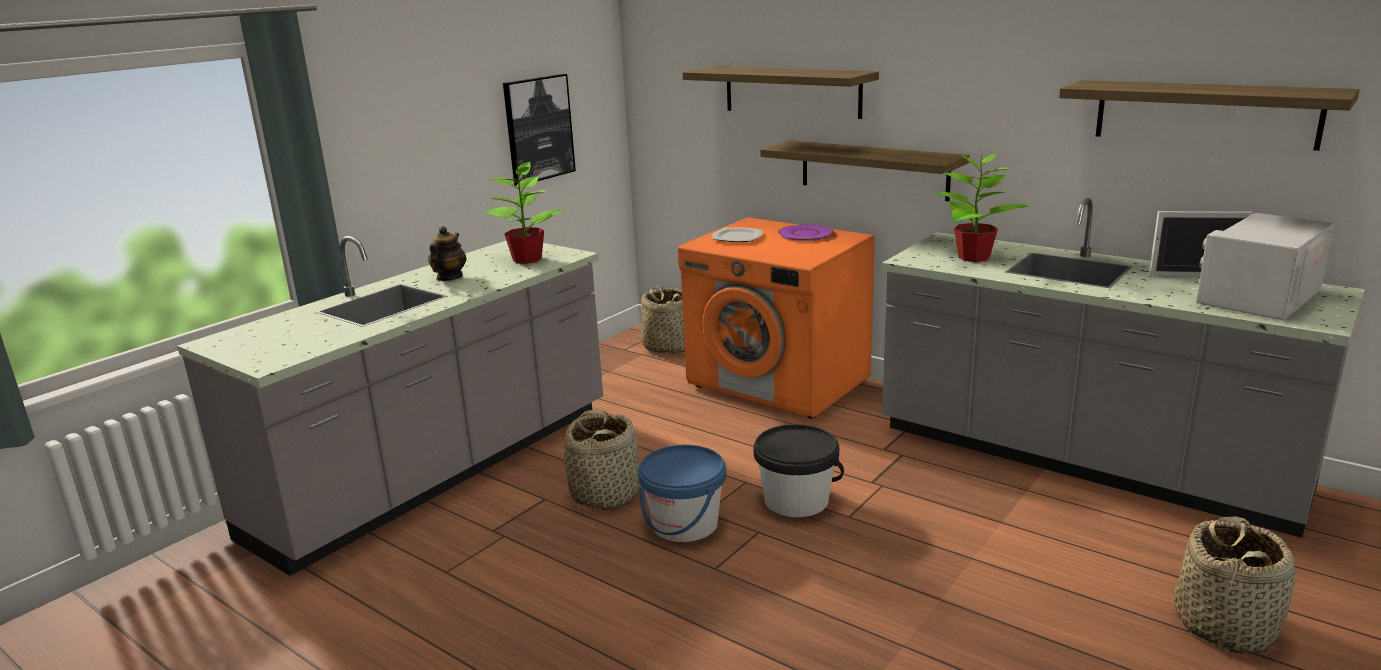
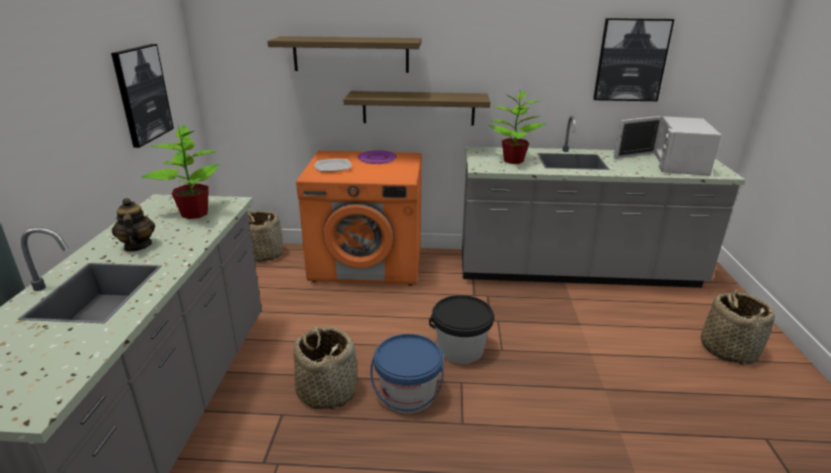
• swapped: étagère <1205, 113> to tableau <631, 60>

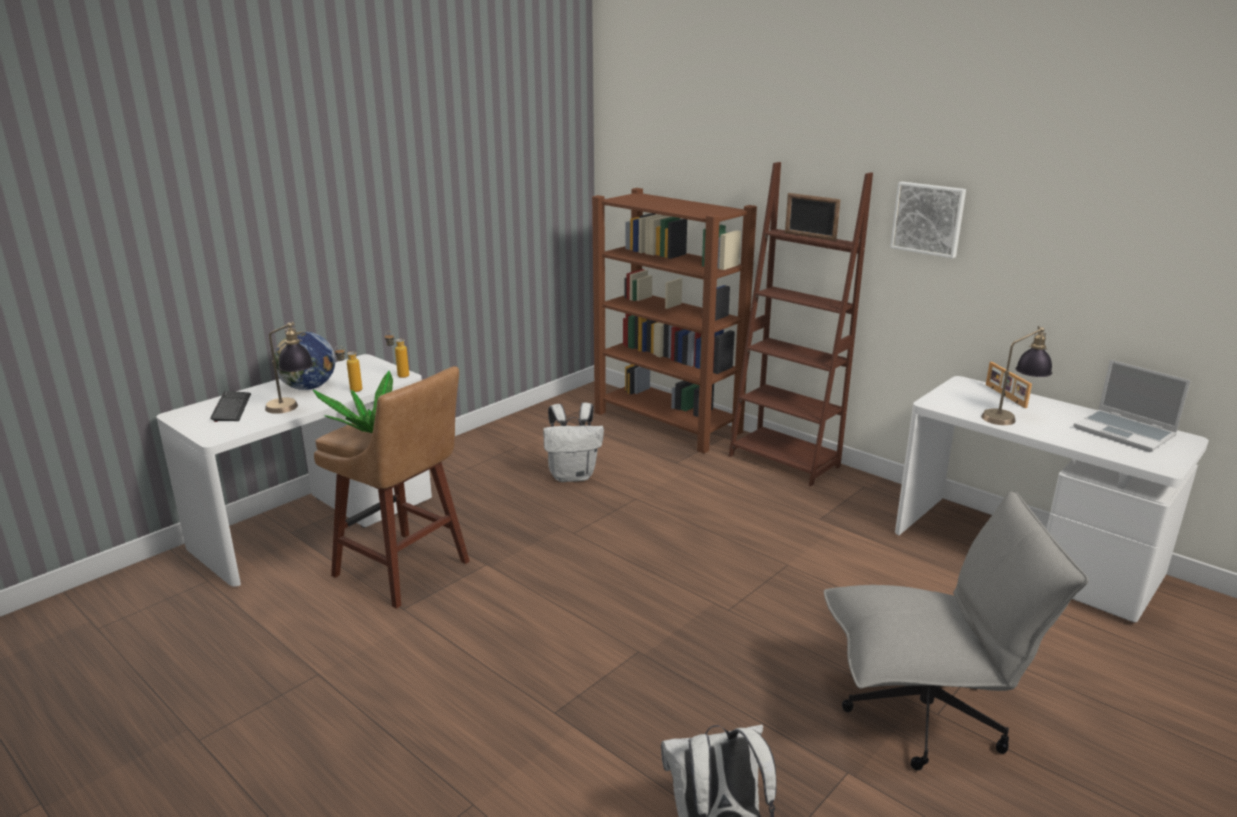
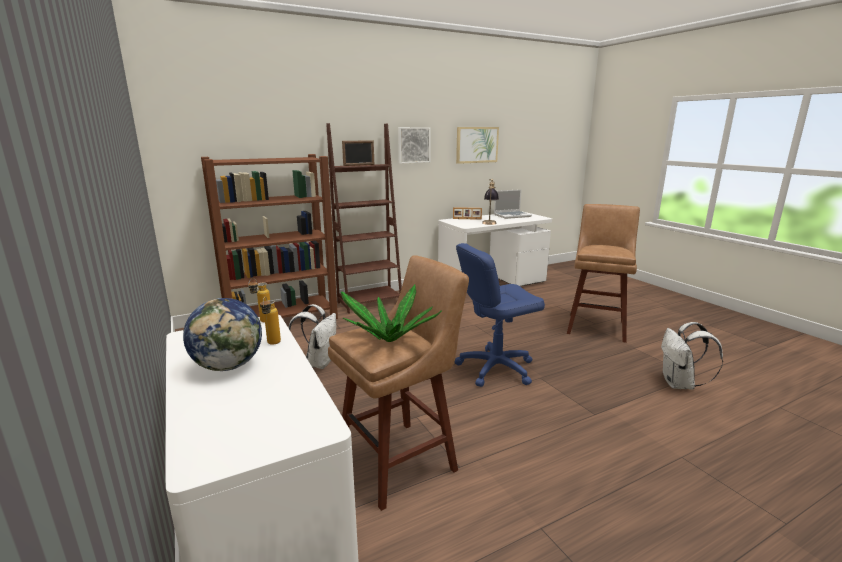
• new: chaise de bureau [bleu] <495, 368>
• new: tableau <477, 145>
• swapped: chaise de bureau [gris] <921, 714> to tabouret [marron] <596, 326>
• gone: clavier <231, 408>
• gone: lampe de table <292, 409>

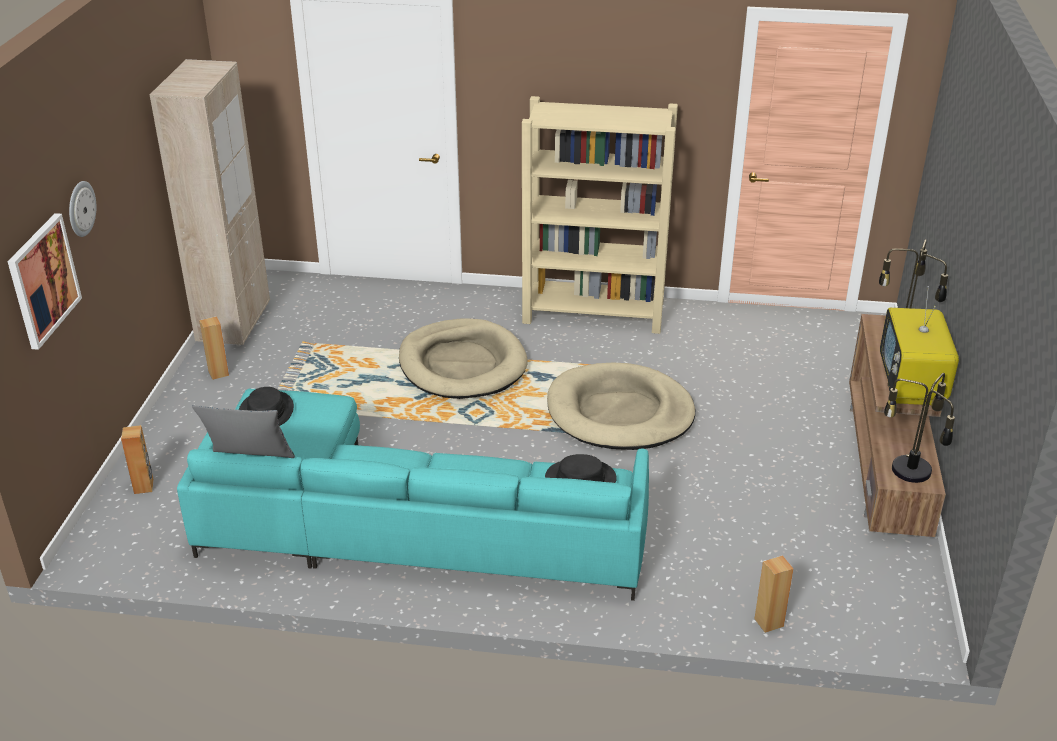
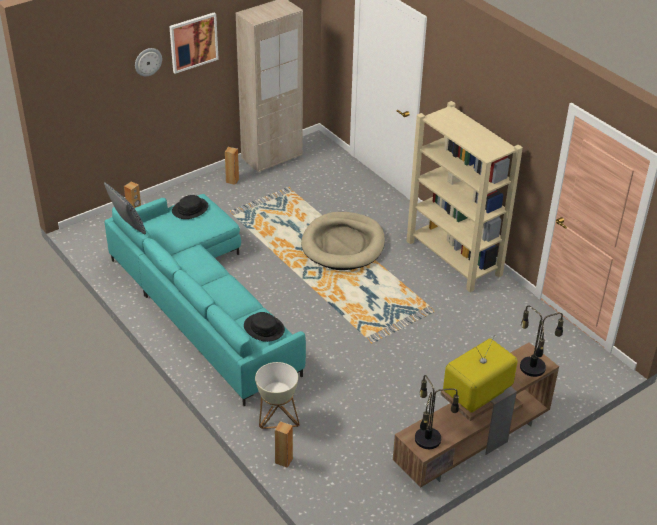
• shifted: tableau <43, 280> to <193, 42>
• new: cache-pot <277, 419>
• gone: panier pour chien [beige] <619, 413>

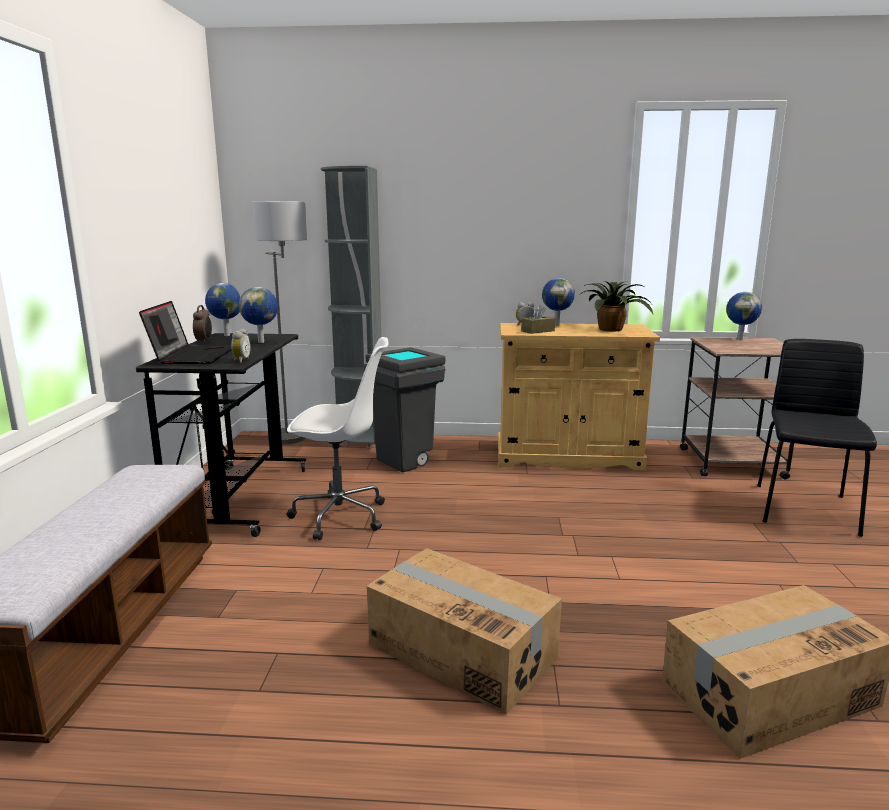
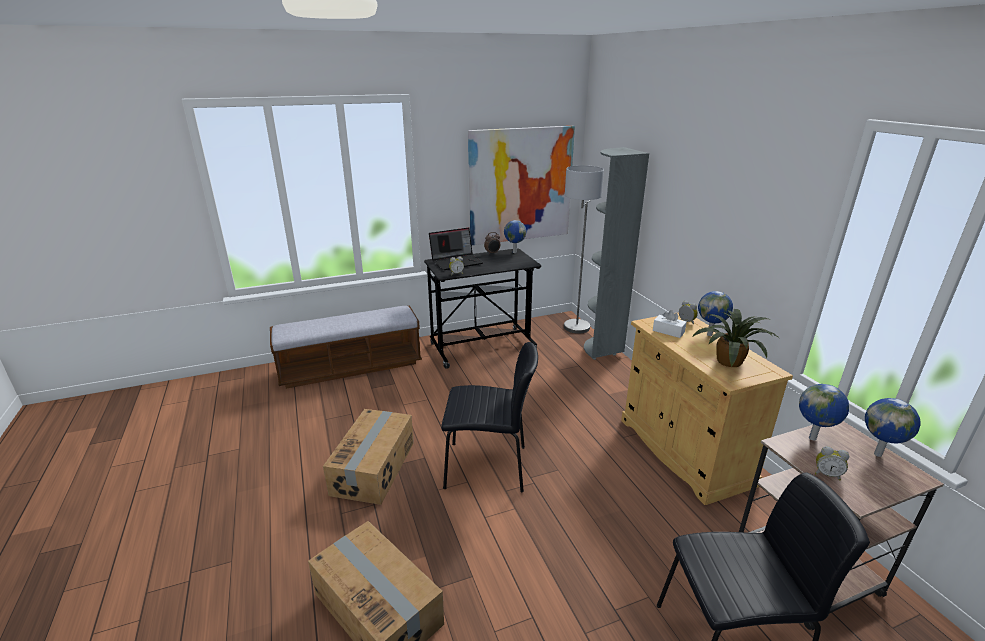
• new: chaise [noir] <489, 467>
• new: tableau <520, 185>
• repainted: boîte à mouchoirs [marron] <537, 331> to boîte à mouchoirs [blanc] <668, 331>
• shifted: globe <262, 342> to <813, 438>
• new: réveil <826, 474>
• gone: chaise de bureau [blanc] <342, 516>
• gone: poubelle [gris] <408, 461>

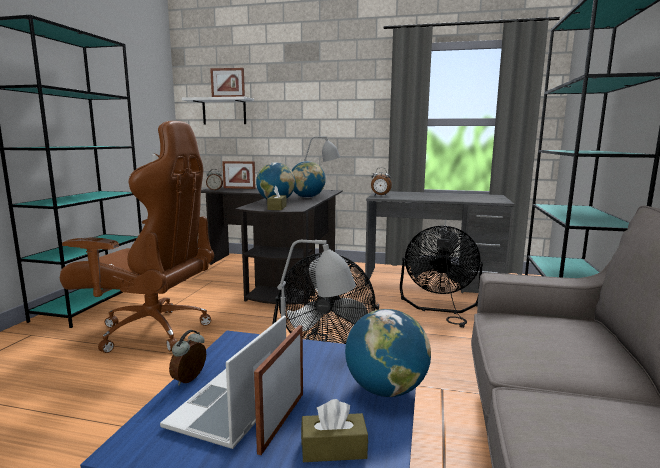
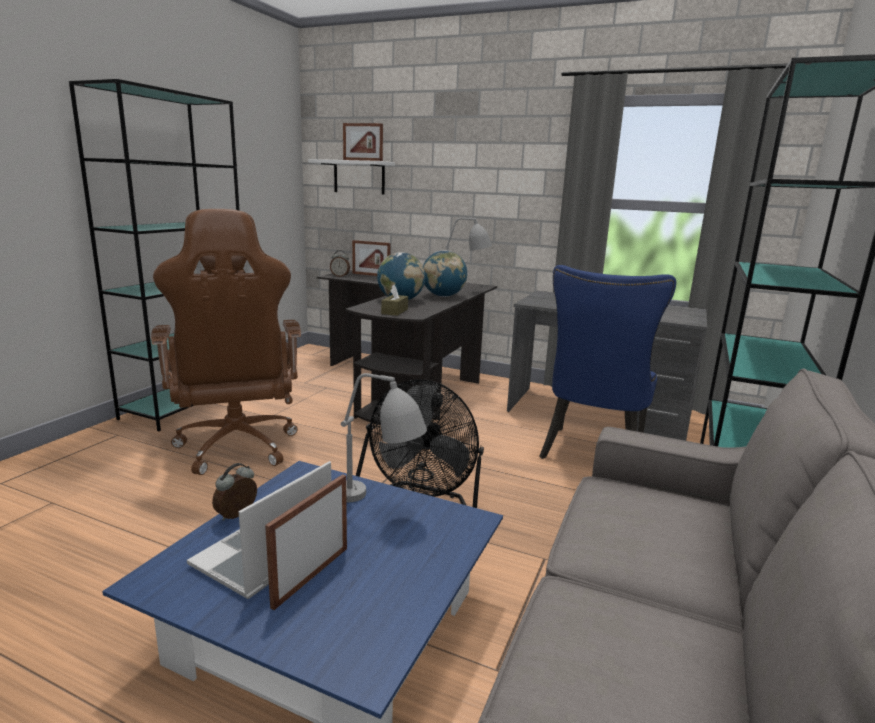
• rotated: chaise de bureau [marron] <148, 331> = <236, 444> 45 degrees clockwise
• swapped: ventilateur [noir] <442, 308> to chaise [bleu] <592, 453>
• gone: boîte à mouchoirs [marron] <333, 449>
• gone: globe <385, 390>
• gone: réveil <380, 195>

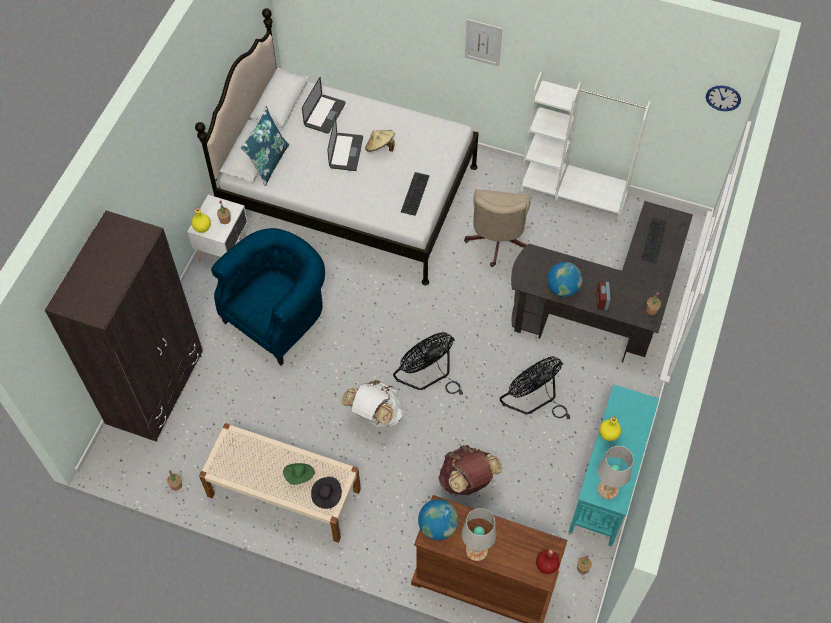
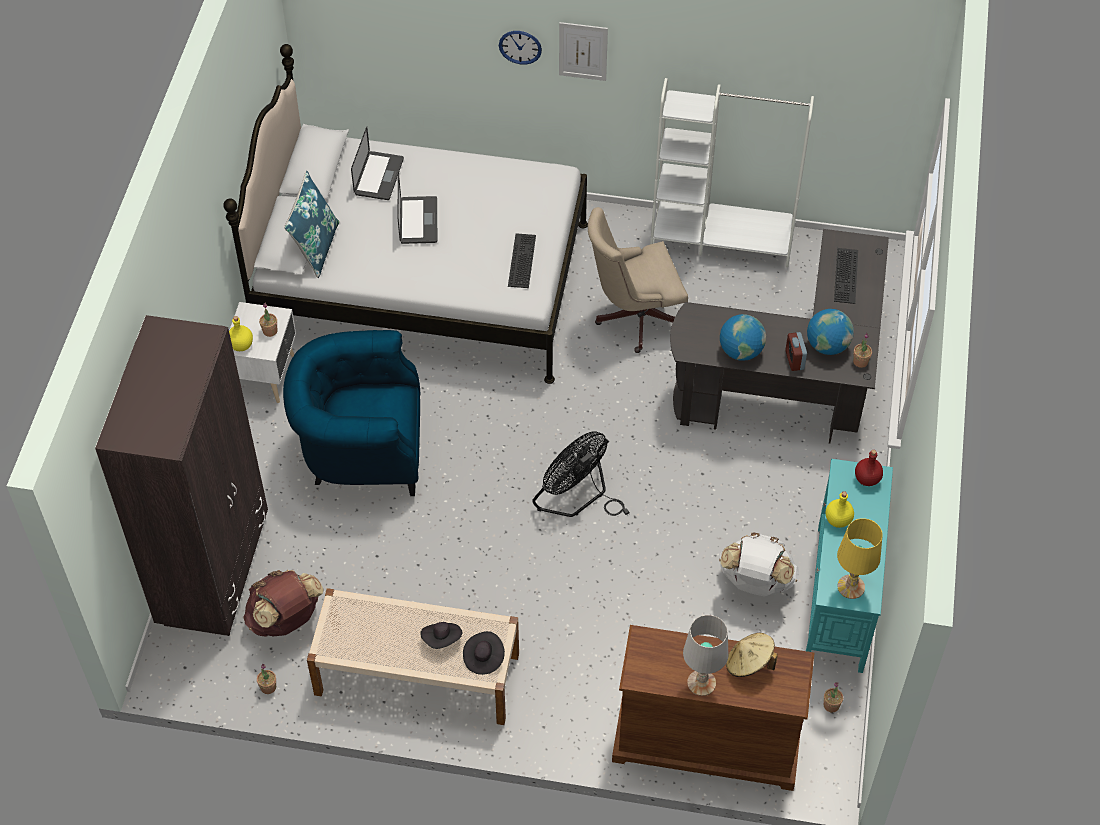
• shifted: sac à dos [marron] <467, 481> to <285, 619>
• rotated: fauteuil [bleu] <279, 317> = <361, 452> 120 degrees counterclockwise
• repainted: chapeau [vert] <299, 476> to chapeau [noir] <442, 639>
• shifted: horloge murale <723, 98> to <520, 47>
• rotated: chaise de bureau [beige] <497, 243> = <634, 317> 75 degrees clockwise
• shifted: sac à dos [blanc] <374, 415> to <755, 582>
• shifted: chapeau [beige] <380, 147> to <749, 663>
• shifted: globe <437, 526> to <827, 345>
• repainted: lampe de table [blanc] <607, 489> to lampe de table [jaune] <850, 586>
• shifted: bouteille [rouge] <546, 565> to <867, 478>
• gone: ventilateur [noir] <537, 398>

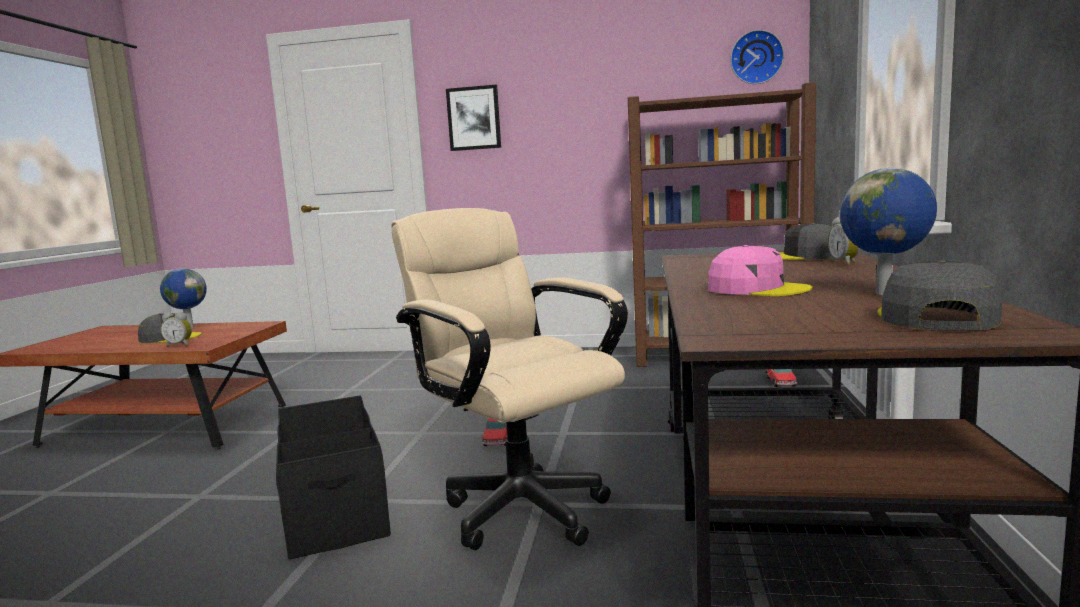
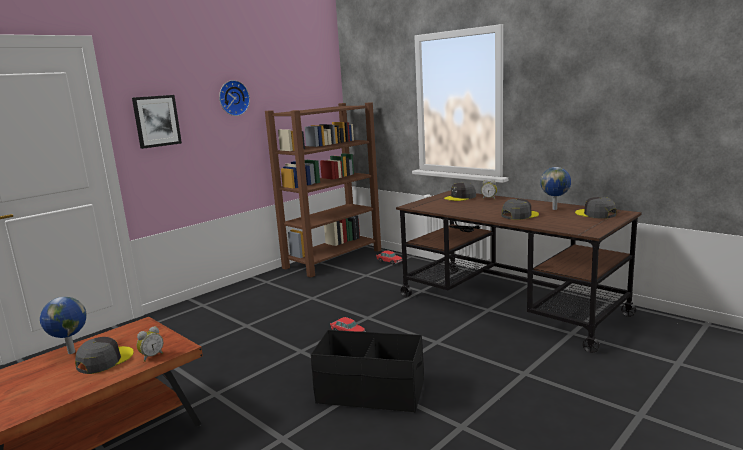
• shifted: horloge murale <756, 57> to <233, 98>
• repainted: casquette [rose] <757, 289> to casquette [gris] <519, 215>
• gone: chaise de bureau [beige] <517, 510>

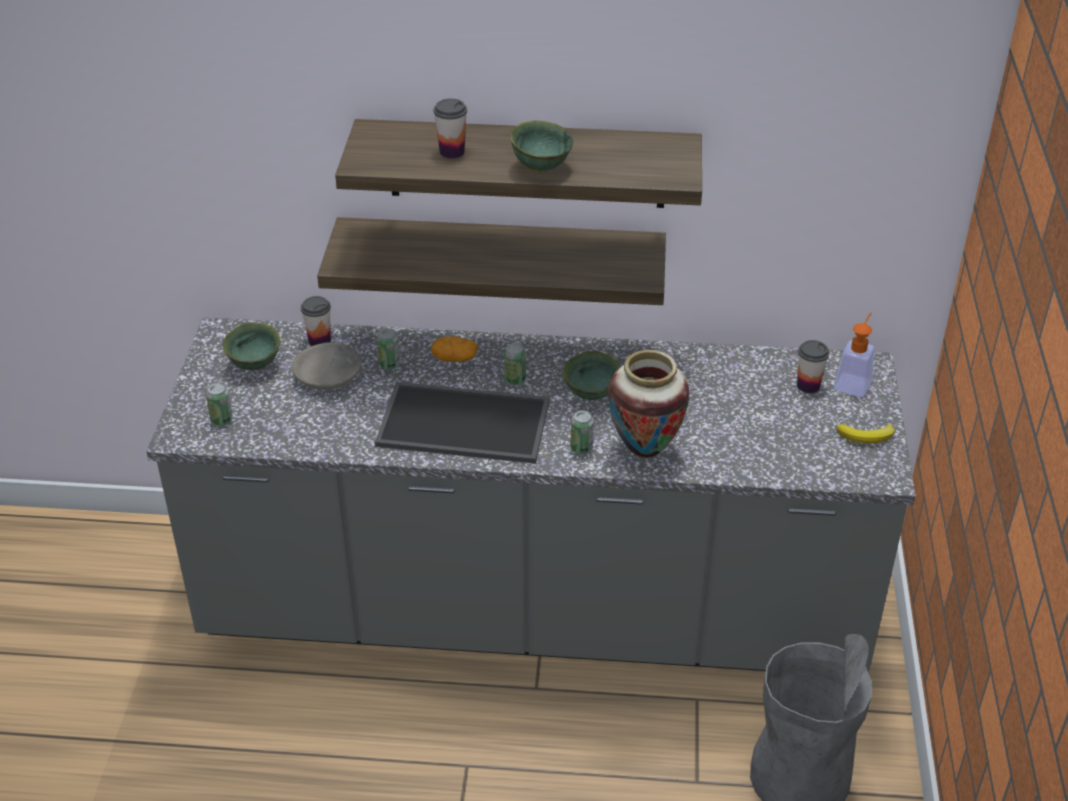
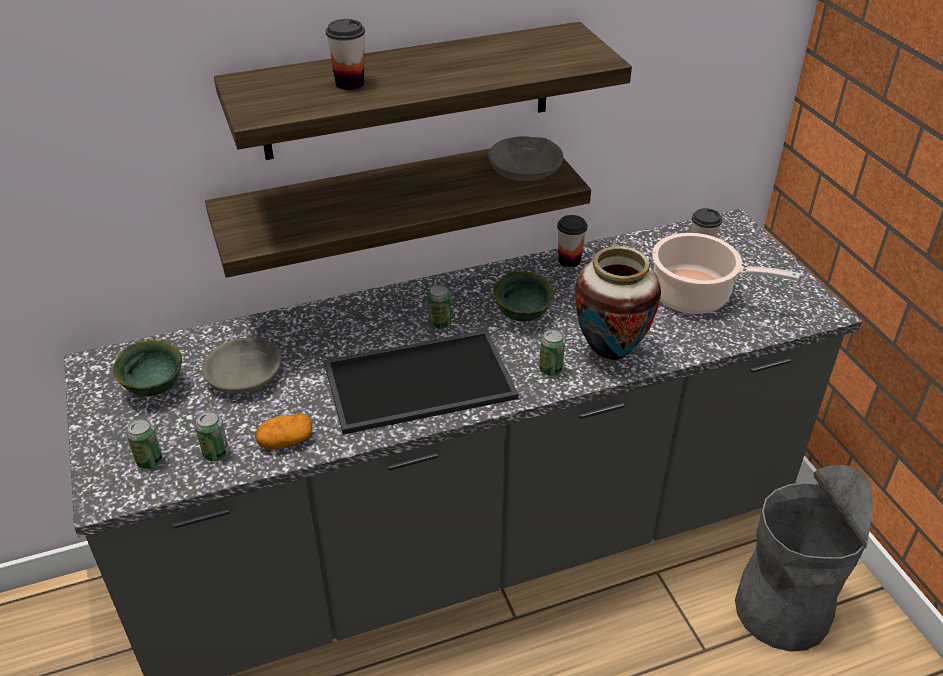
• shifted: boîte métallique <389, 365> to <216, 453>
• shifted: pomme de terre <454, 358> to <285, 441>
• new: bol [gris] <525, 169>
• shifted: tasse <319, 340> to <569, 260>
• new: marmite <696, 296>
• gone: bol [vert] <541, 167>
• gone: distributeur de savon <854, 382>
• gone: banane <867, 436>

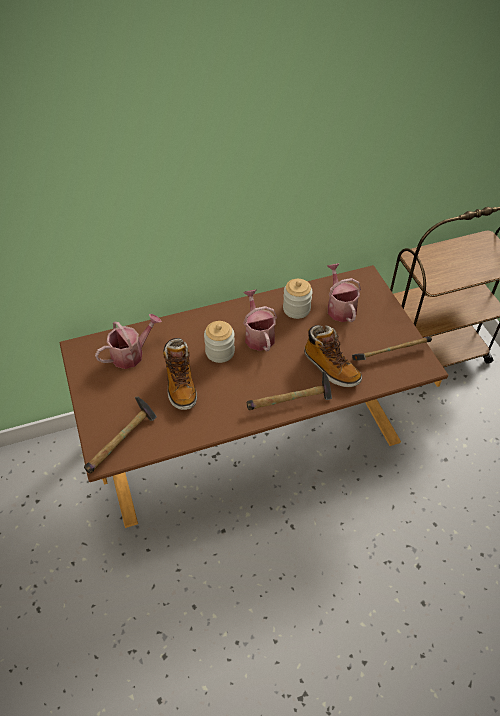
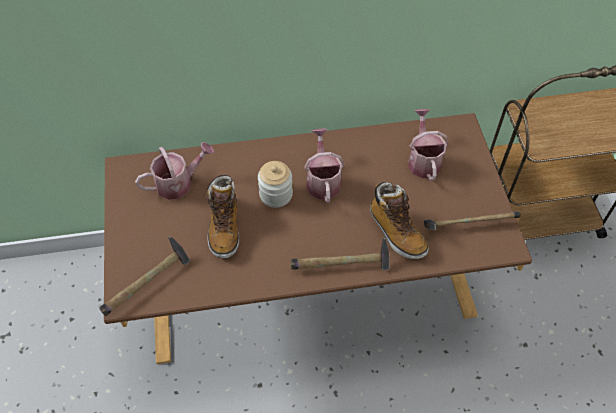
• gone: bocal <296, 309>

